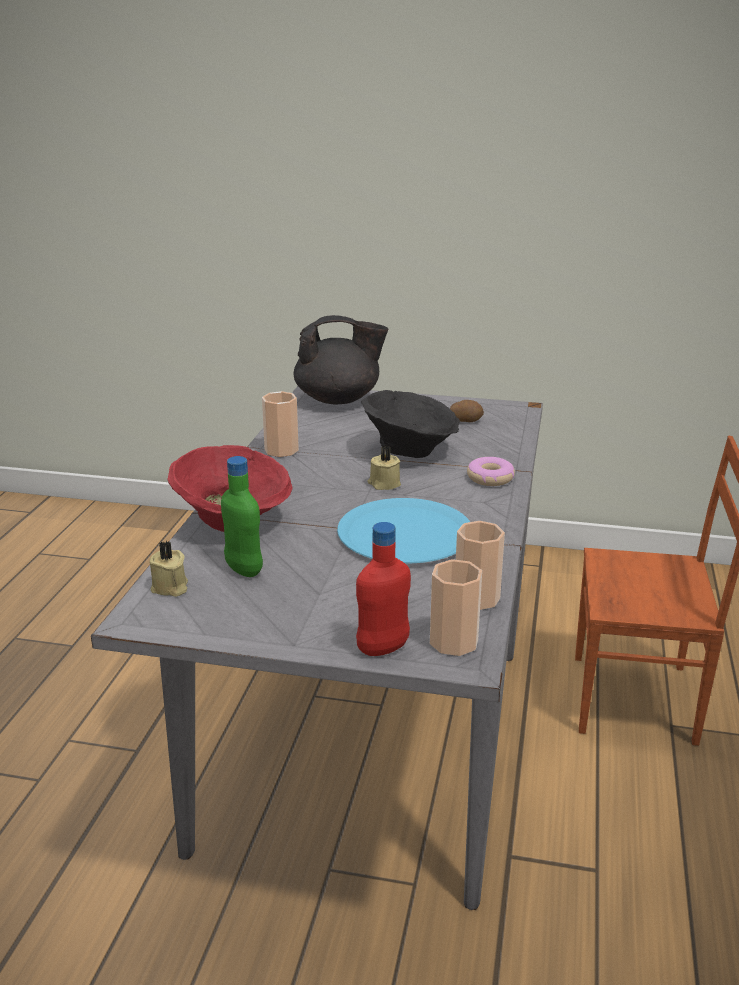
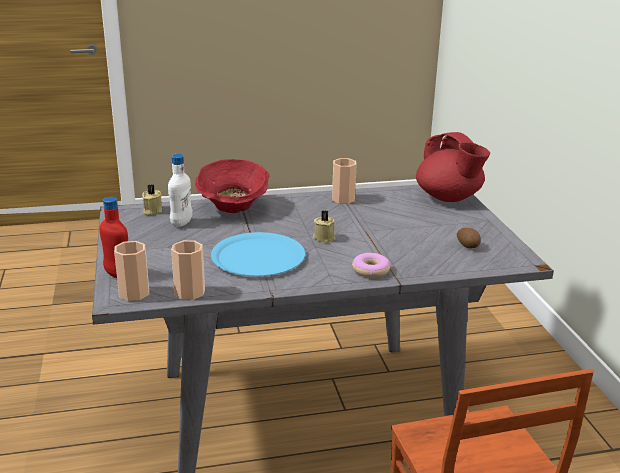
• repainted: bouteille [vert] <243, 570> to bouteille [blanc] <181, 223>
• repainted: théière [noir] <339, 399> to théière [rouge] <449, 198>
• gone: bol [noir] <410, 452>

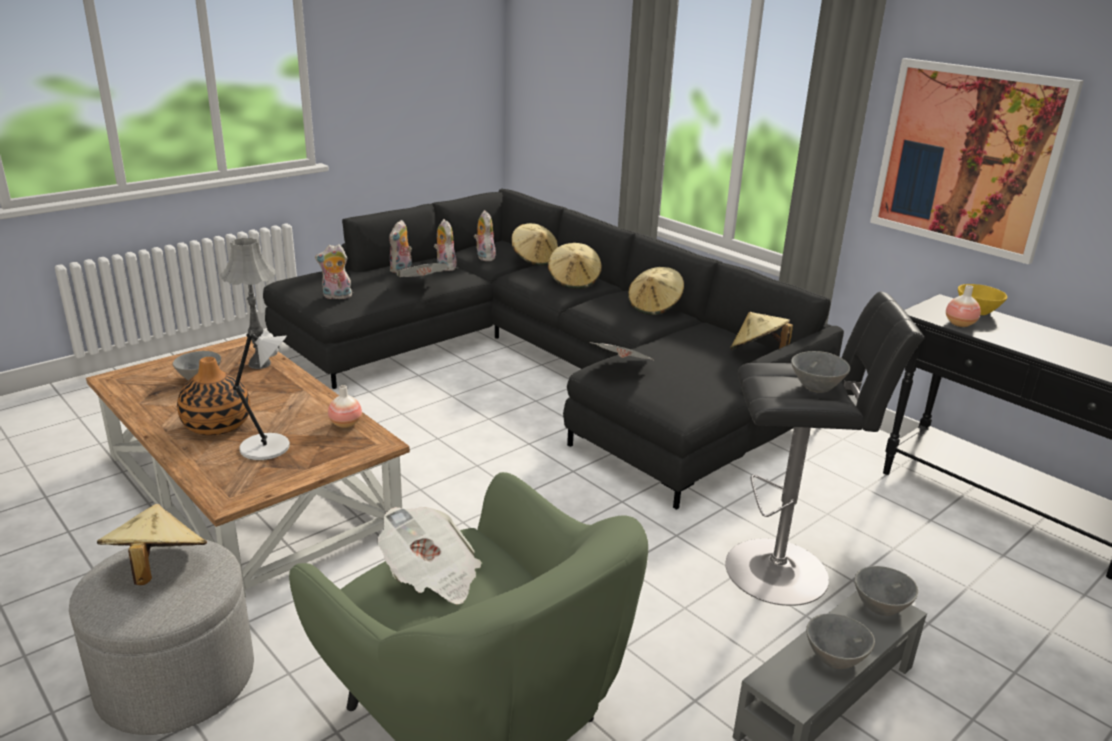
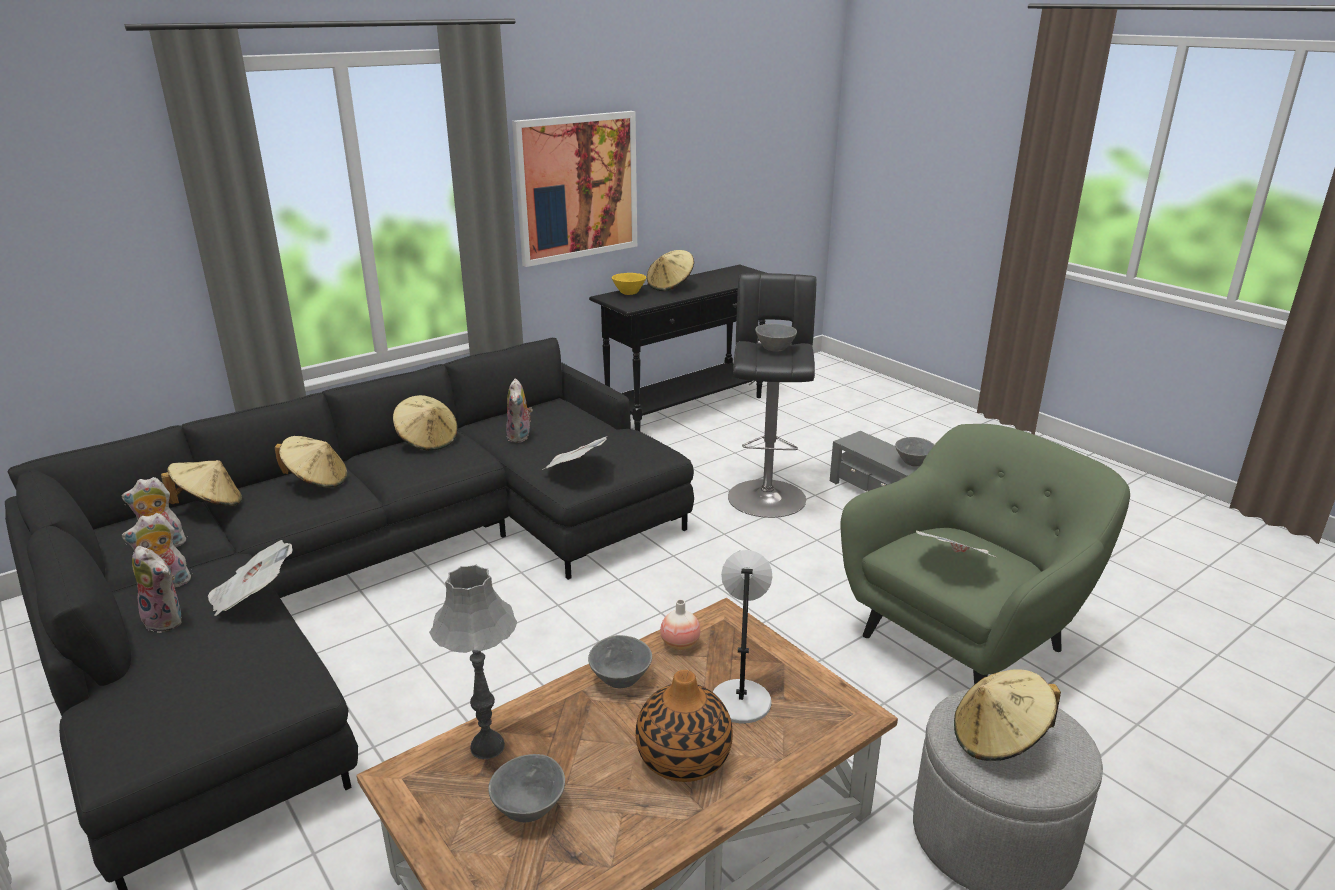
• shifted: peluche <336, 297> to <520, 437>
• shifted: bol [gris] <879, 605> to <619, 680>
• shifted: chapeau [beige] <757, 353> to <670, 286>
• gone: vase <959, 324>

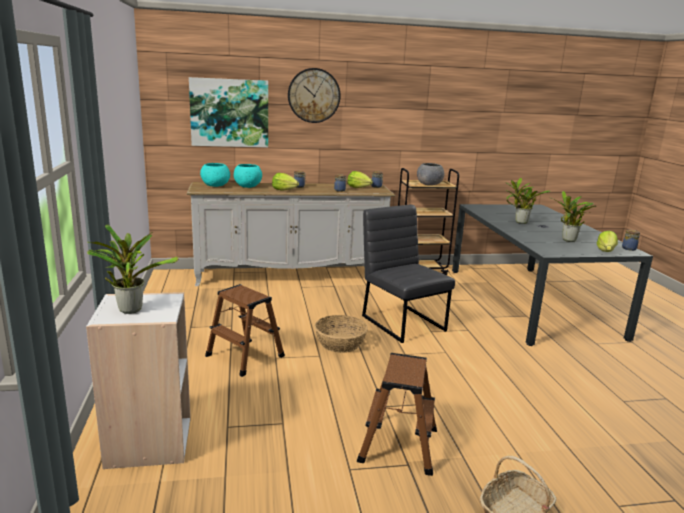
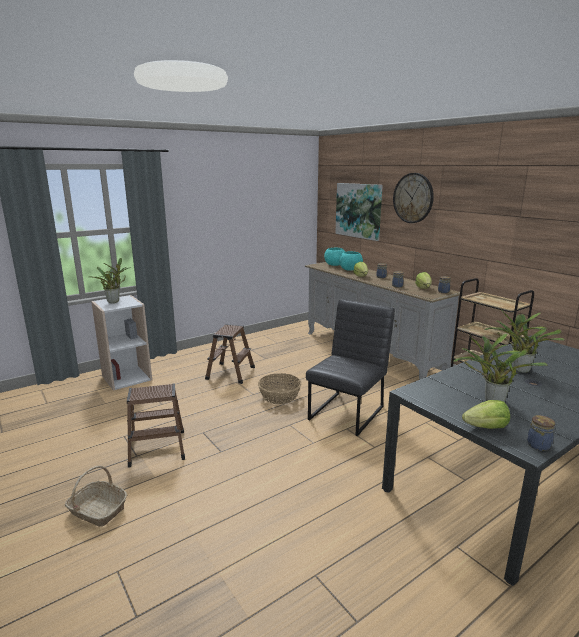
• gone: bol [gris] <429, 184>

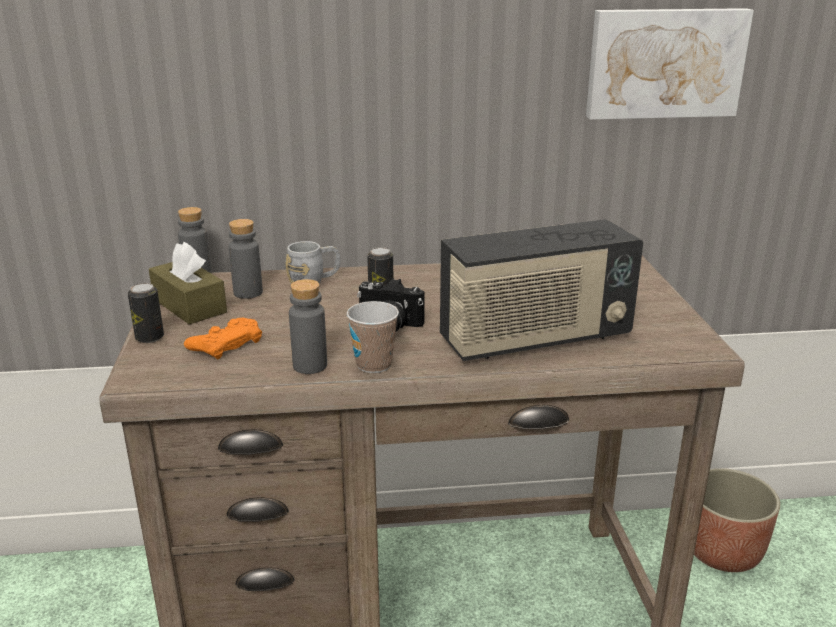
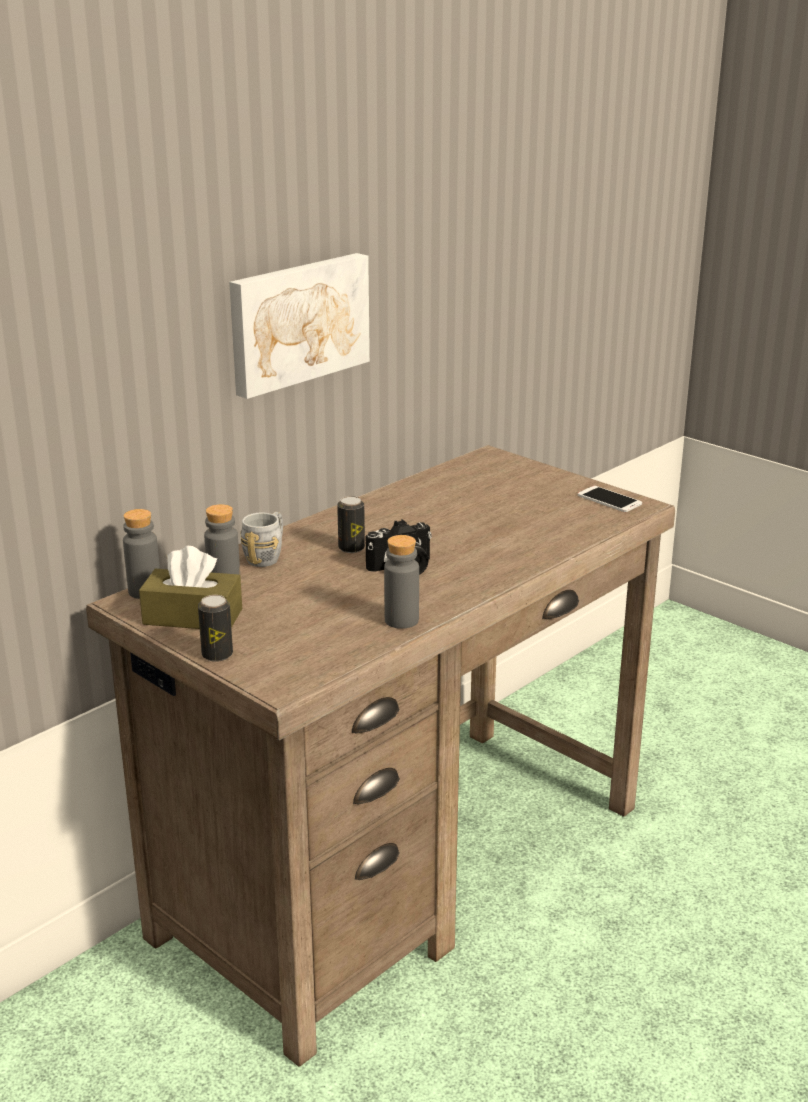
• shifted: tableau <664, 63> to <297, 322>
• new: téléphone <609, 500>
• gone: manette [orange] <225, 344>
• gone: tasse <374, 365>
• gone: radio <535, 339>
• gone: cache-pot <722, 552>

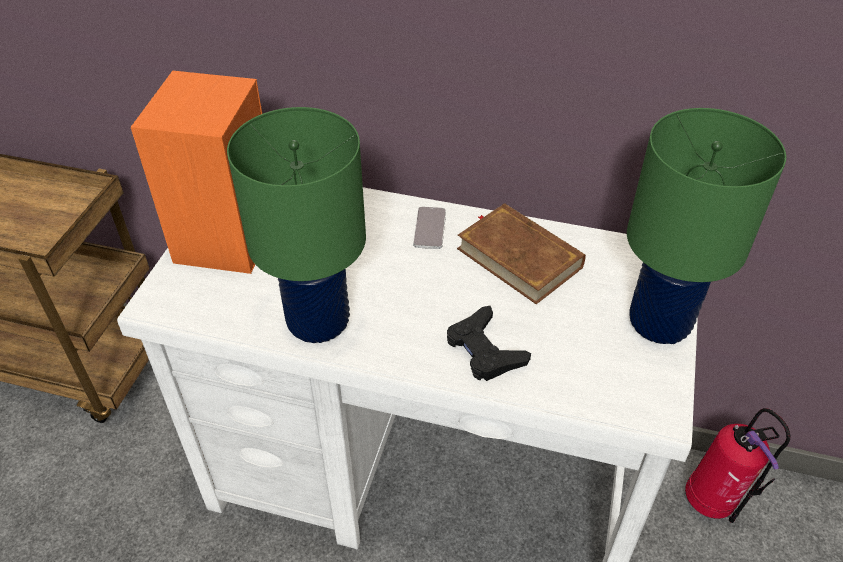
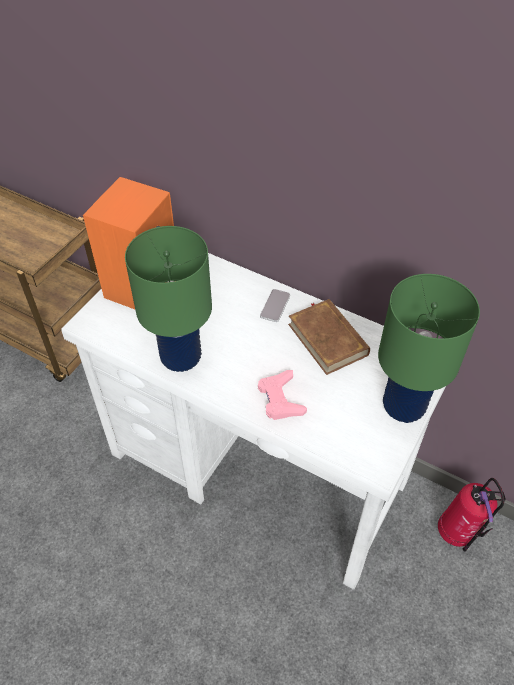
• repainted: manette [noir] <484, 350> to manette [rose] <280, 399>

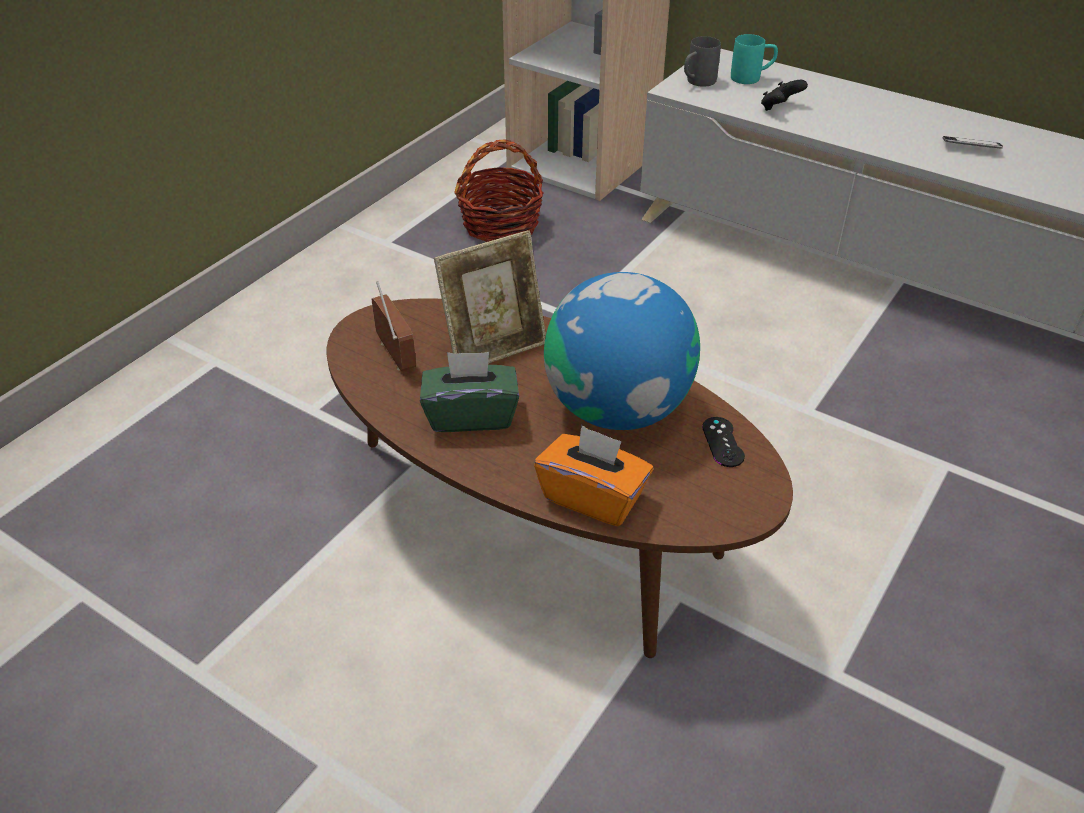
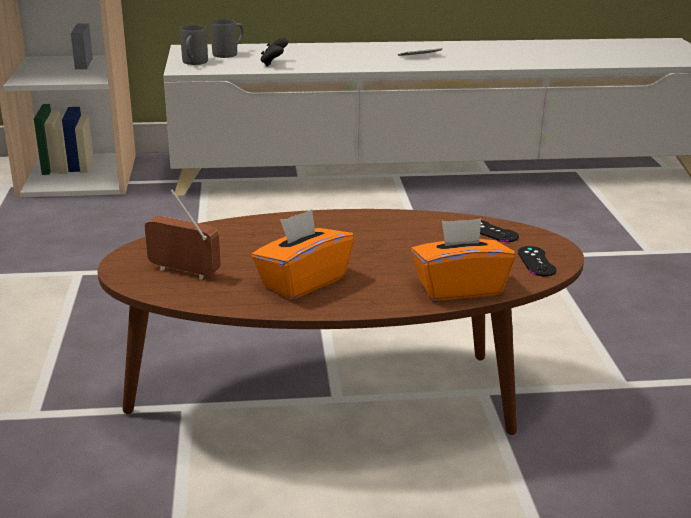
• repainted: mug [turquoise] <752, 78> to mug [gris] <229, 53>
• repainted: boîte à mouchoirs [vert] <471, 415> to boîte à mouchoirs [orange] <302, 281>
• new: manette [noir] <536, 261>
• gone: cadre photo <494, 348>
• gone: panier <501, 224>
• gone: globe <618, 408>

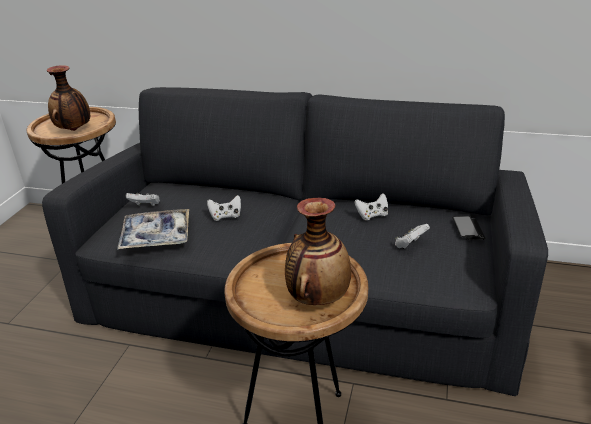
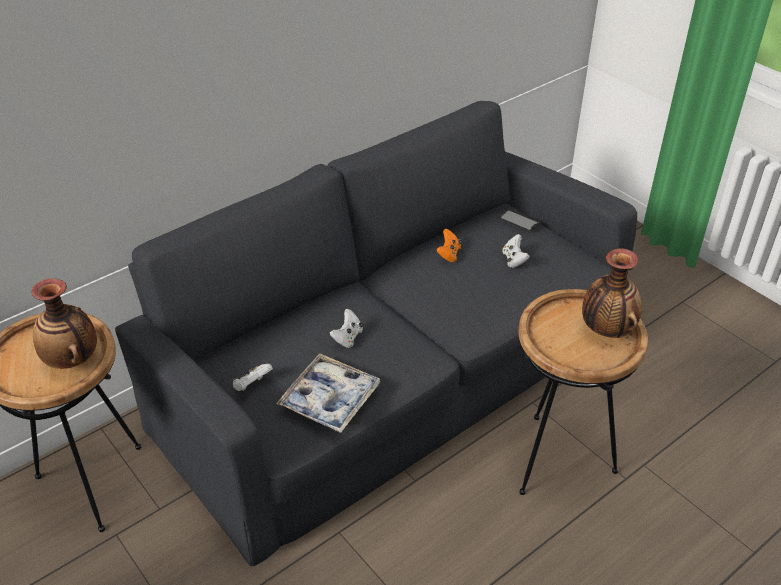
• repainted: manette [blanc] <372, 215> to manette [orange] <449, 254>

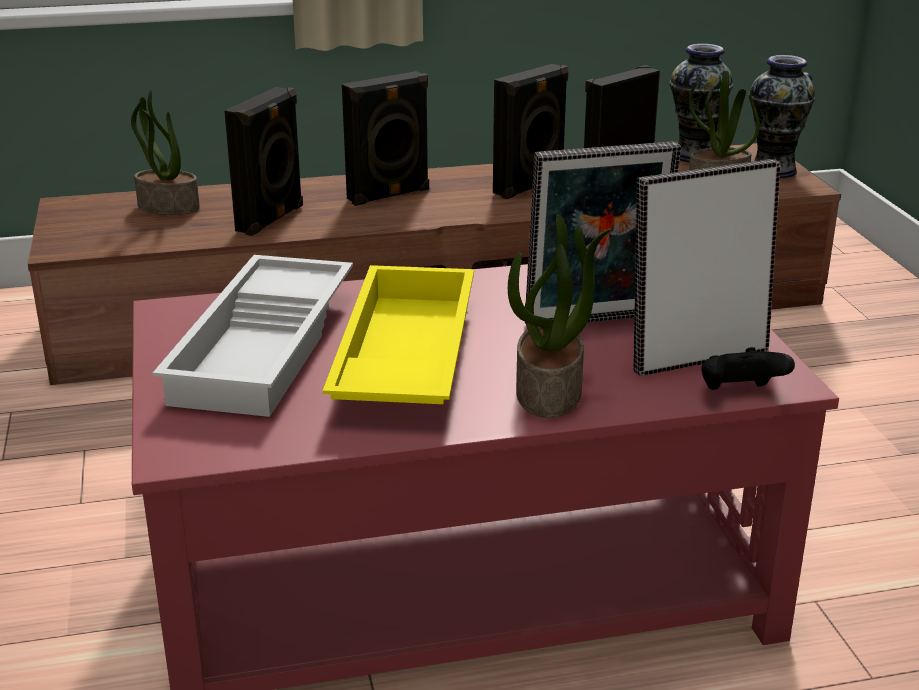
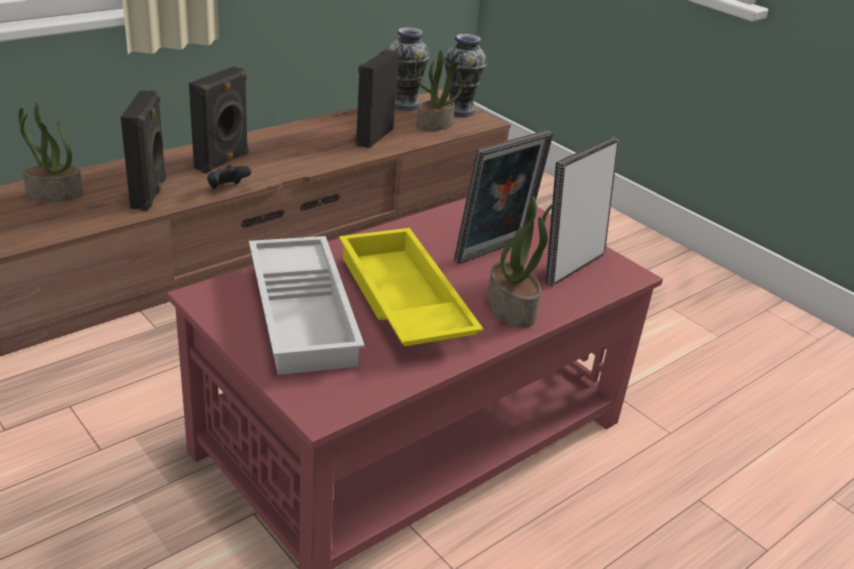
• shifted: manette [noir] <739, 394> to <227, 188>
• gone: enceinte [noir] <530, 187>

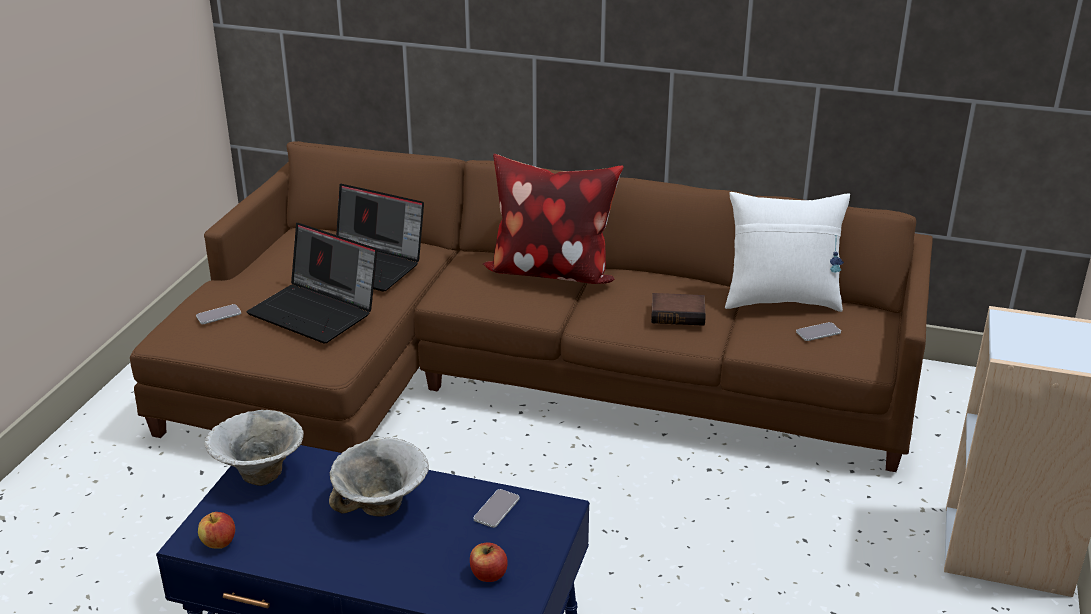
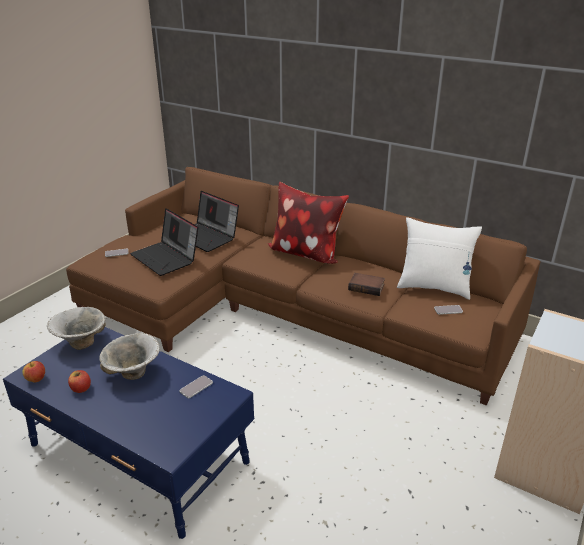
• shifted: pomme <488, 575> to <81, 388>

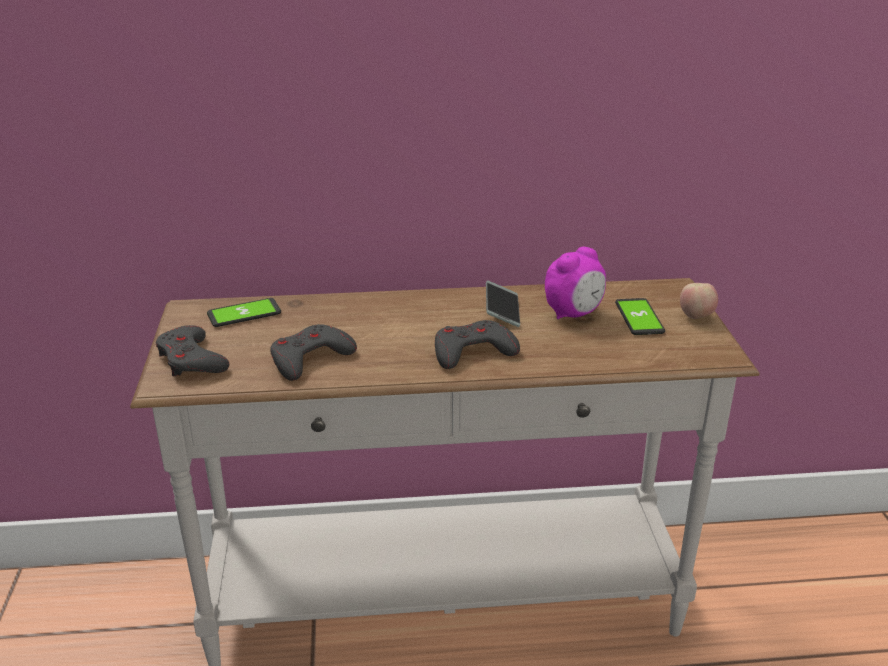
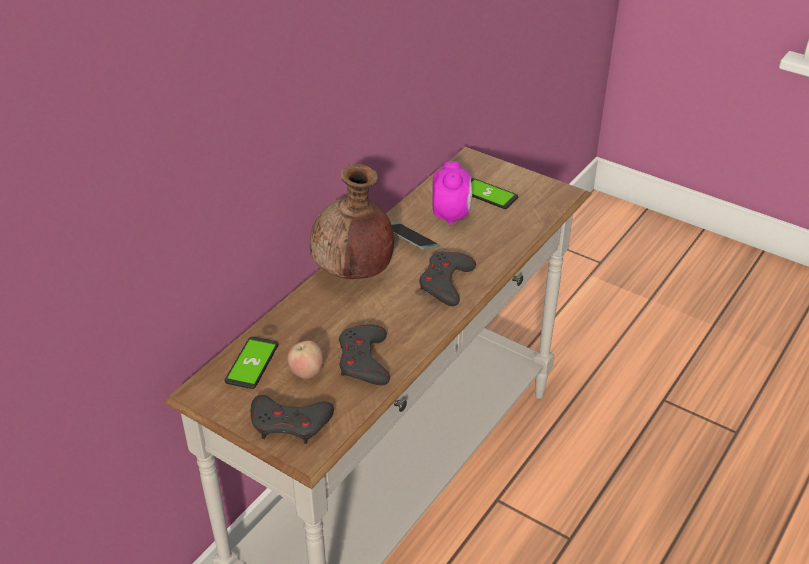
• shifted: pomme <696, 317> to <307, 373>
• new: vase [marron] <353, 274>

